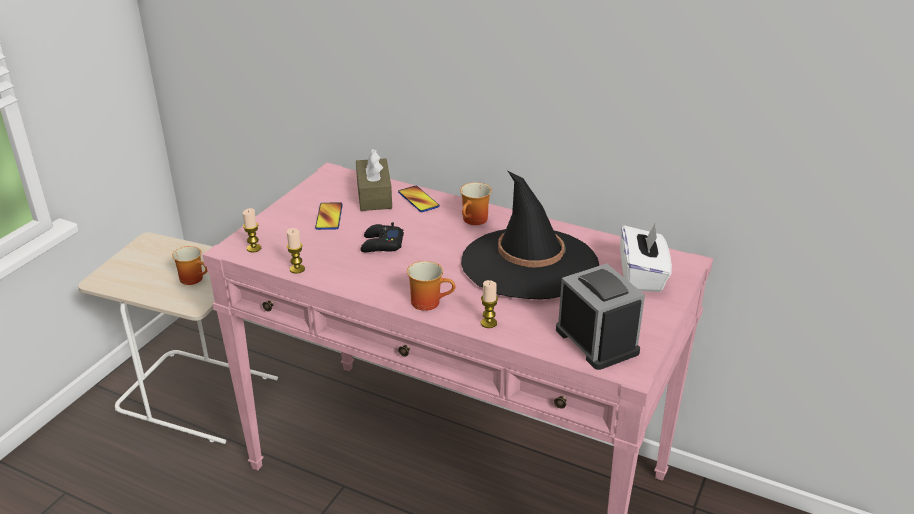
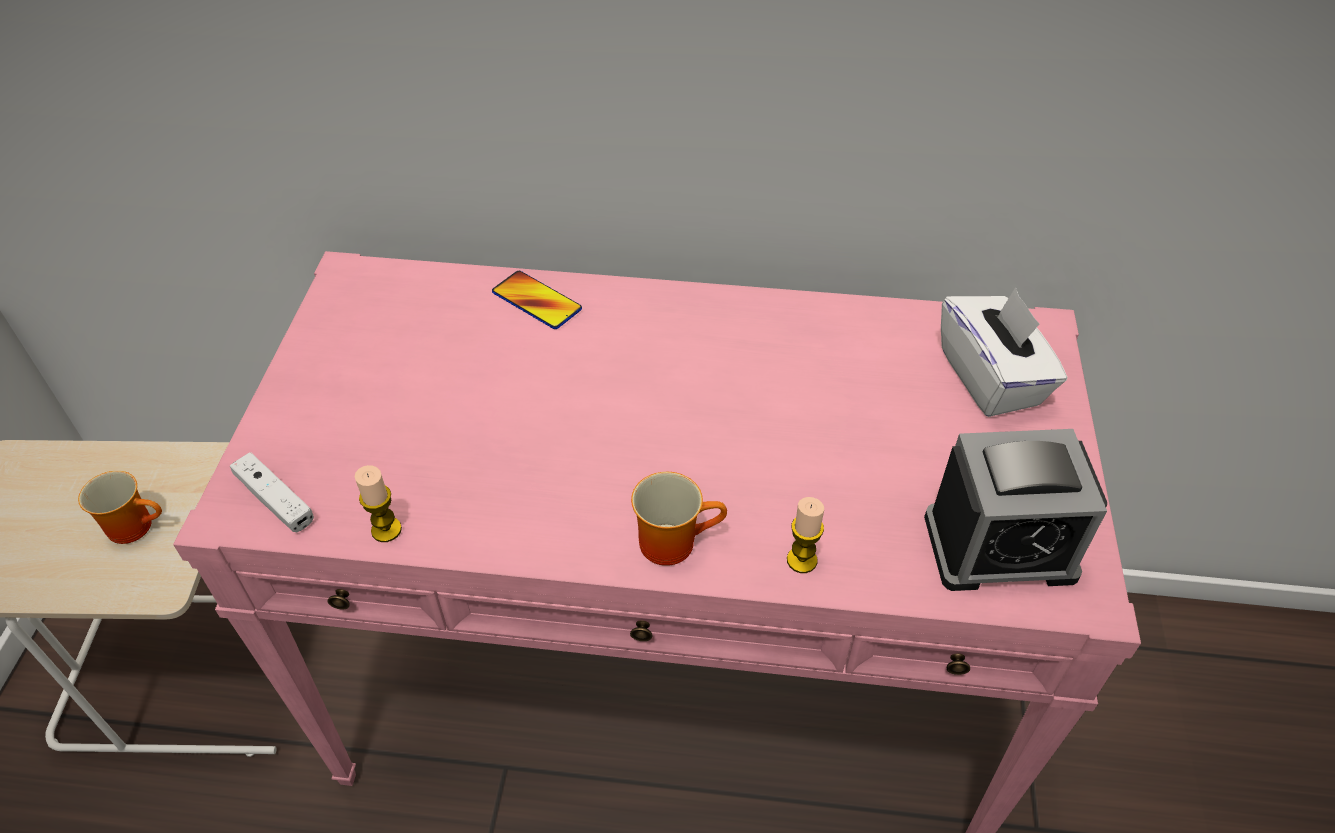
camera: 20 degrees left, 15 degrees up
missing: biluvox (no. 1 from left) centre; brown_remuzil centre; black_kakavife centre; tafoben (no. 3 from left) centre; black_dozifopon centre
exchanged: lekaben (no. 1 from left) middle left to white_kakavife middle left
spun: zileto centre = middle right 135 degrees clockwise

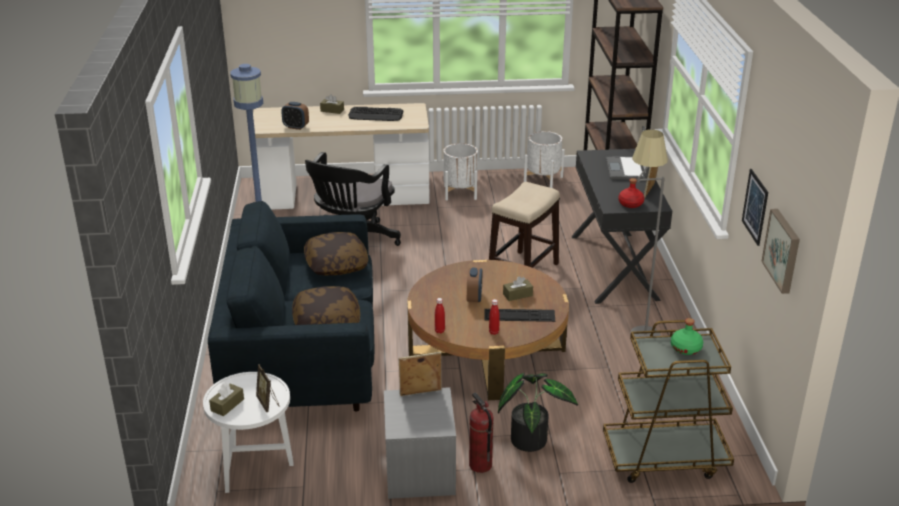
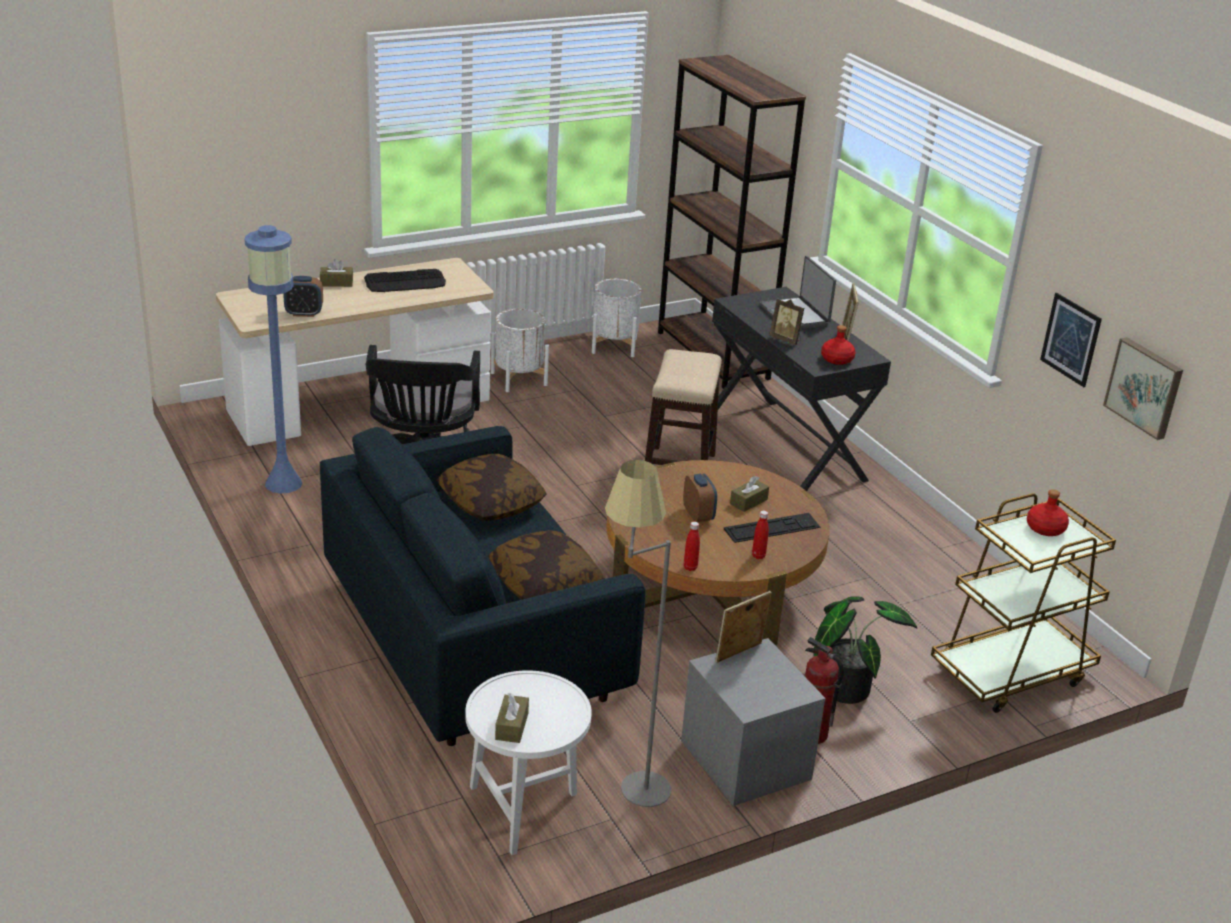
camera: 25 degrees left, 0 degrees up
relocated: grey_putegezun middle right to bottom centre; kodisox (no. 1 from left in the first image) bottom left to kodisox (no. 2 from left) centre
colour: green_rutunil middle right to red_rutunil (no. 4 from left) middle right

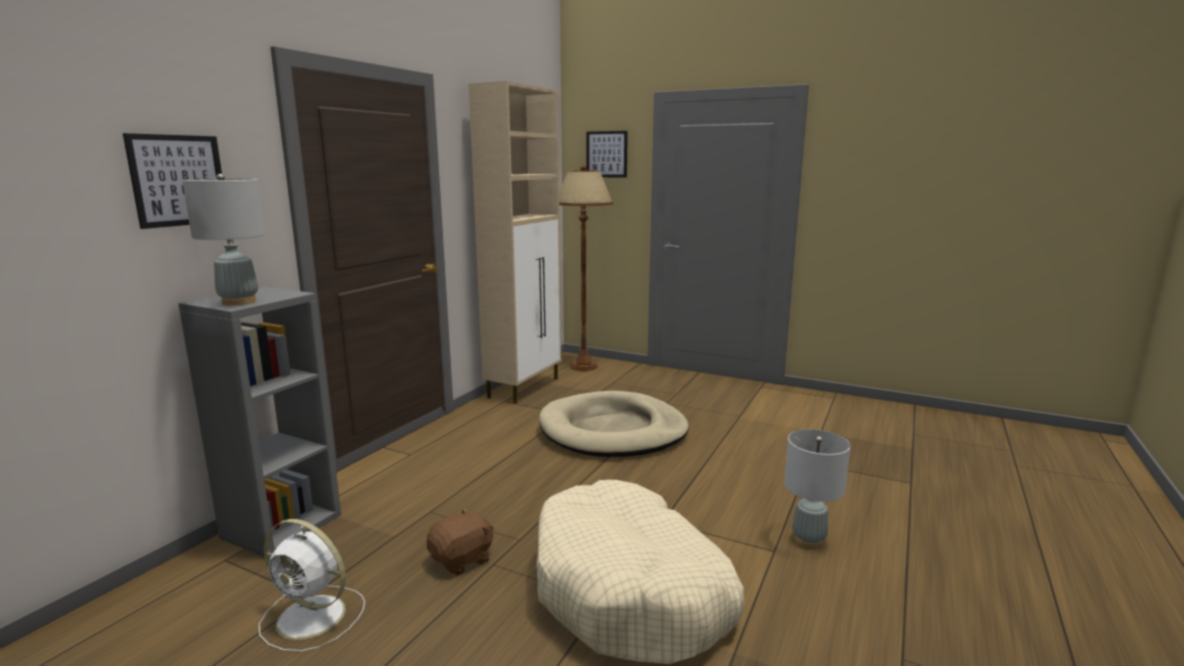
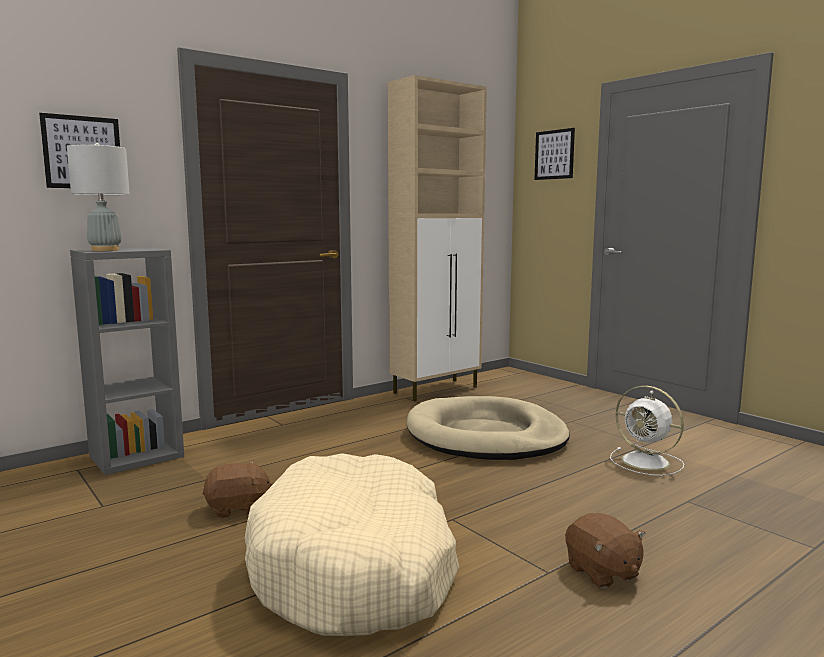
camera: 25 degrees right, 5 degrees down
missing: brown_putegezun centre
relocated: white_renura bottom left to middle right
exchanged: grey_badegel (no. 2 from left) bottom right to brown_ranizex (no. 2 from left) bottom right

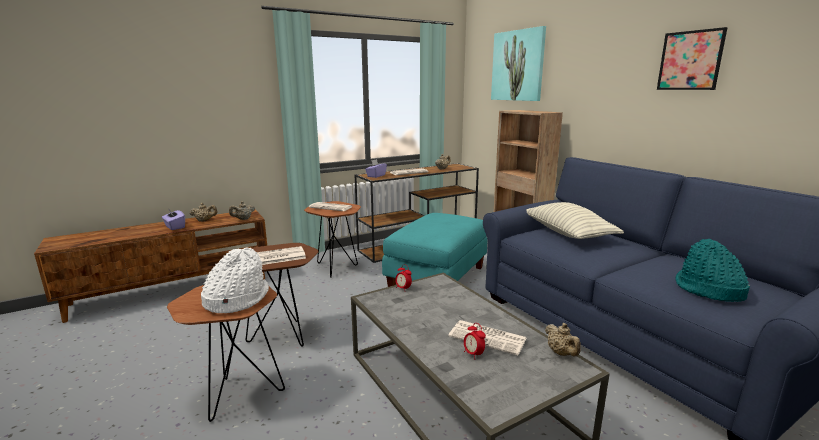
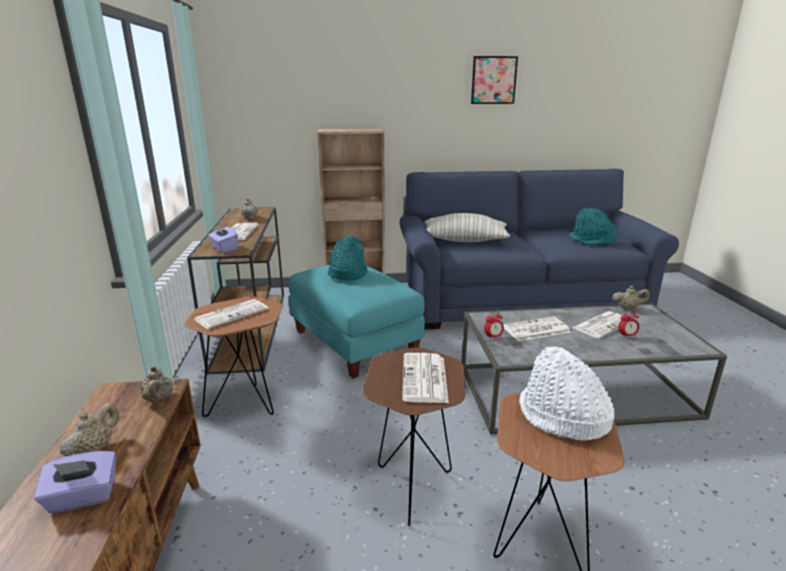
camera: 65 degrees left, 5 degrees up
missing: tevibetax (no. 1 from left) top centre
appeared: turquoise_dozifopon (no. 1 from left) centre; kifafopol (no. 4 from left) middle right

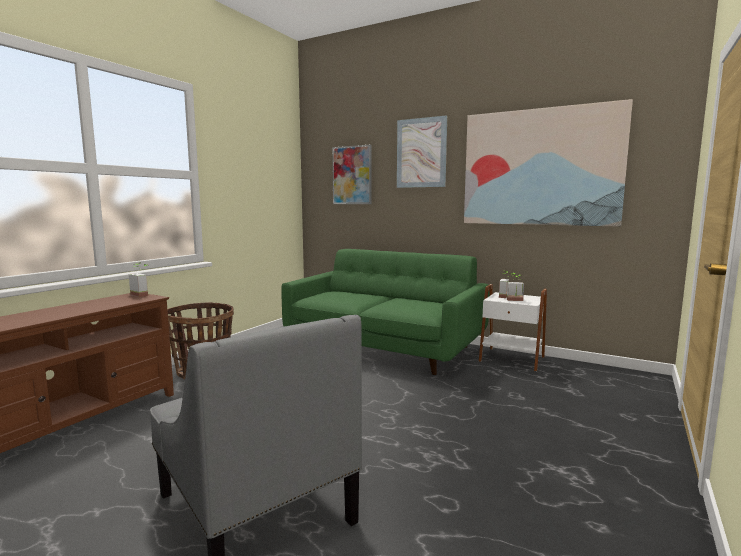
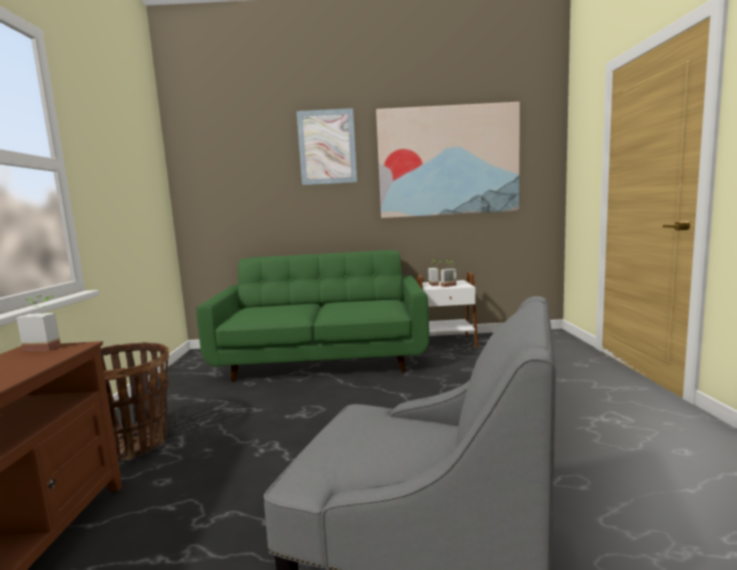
camera: 30 degrees left, 0 degrees up
missing: tevibetax (no. 1 from left) top centre

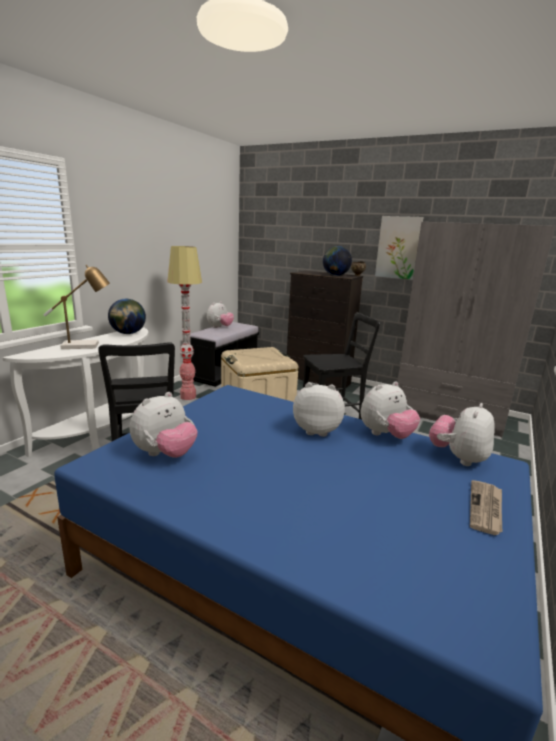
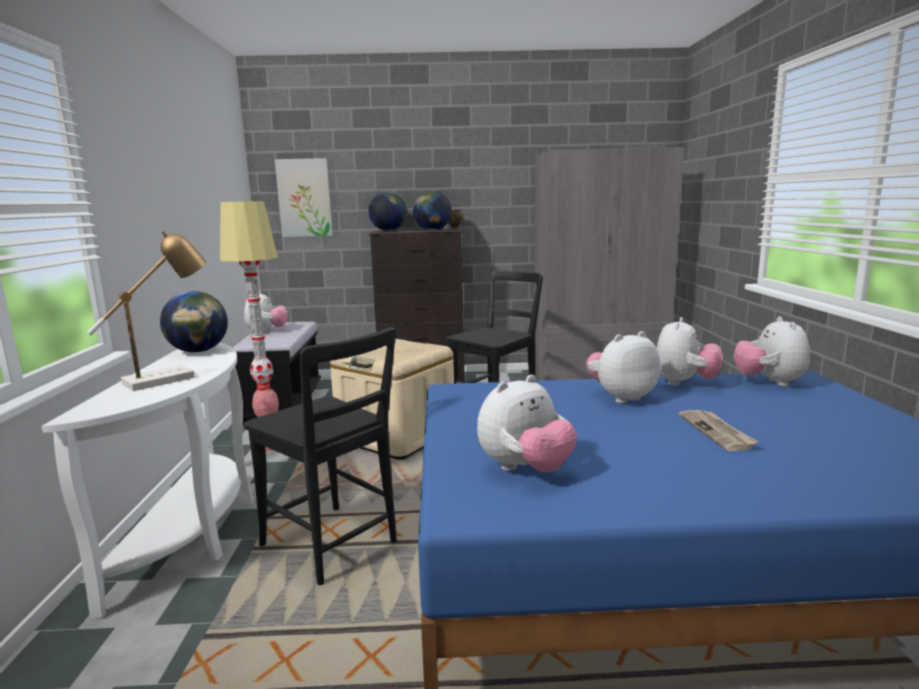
camera: 30 degrees left, 5 degrees down
appeared: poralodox (no. 2 from left) top centre
relocated: tevibetax middle right to top left; kifafopol bottom right to middle right
spun: ranizex (no. 1 from left in the first image) middle left = centre 45 degrees clockwise

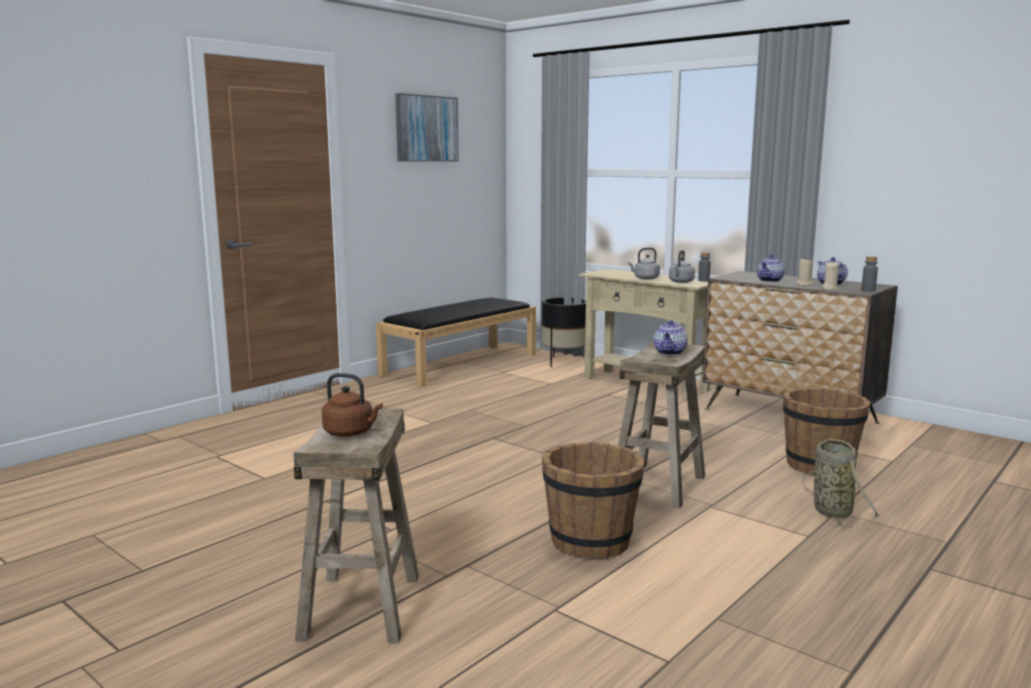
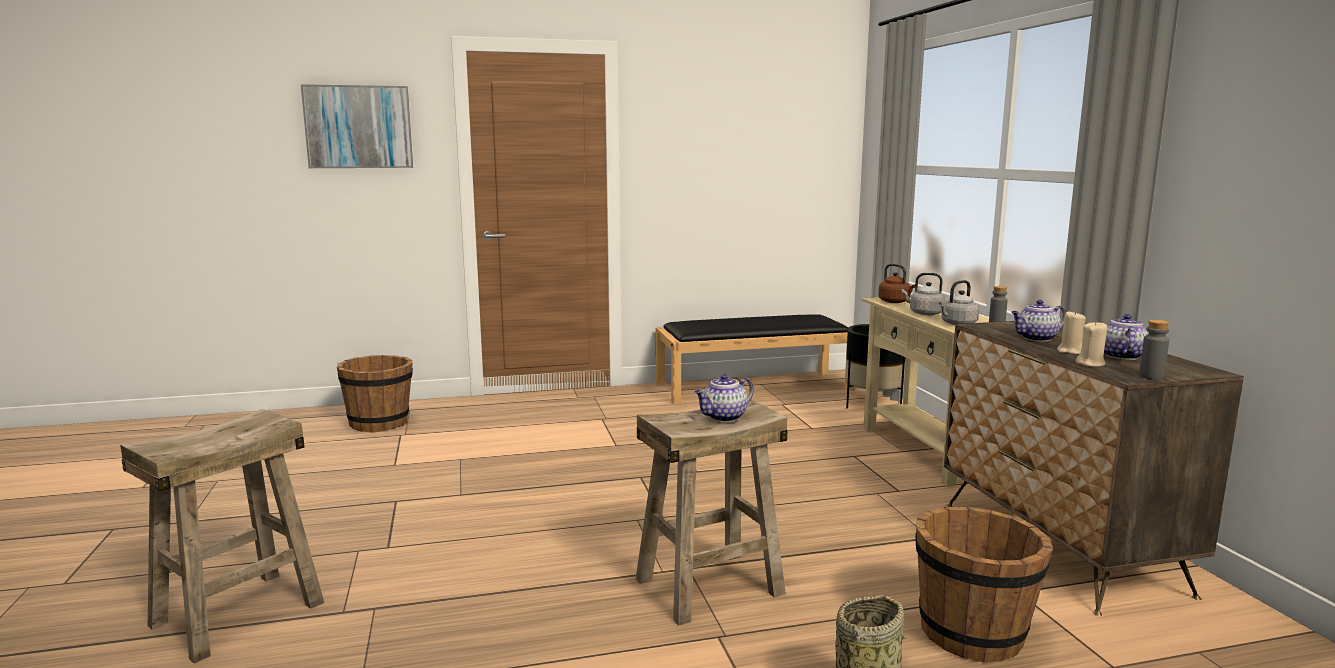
camera: 35 degrees right, 0 degrees up
relocated: tevibetax top centre to top left; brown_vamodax (no. 1 from left) bottom centre to middle left; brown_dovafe centre to middle right

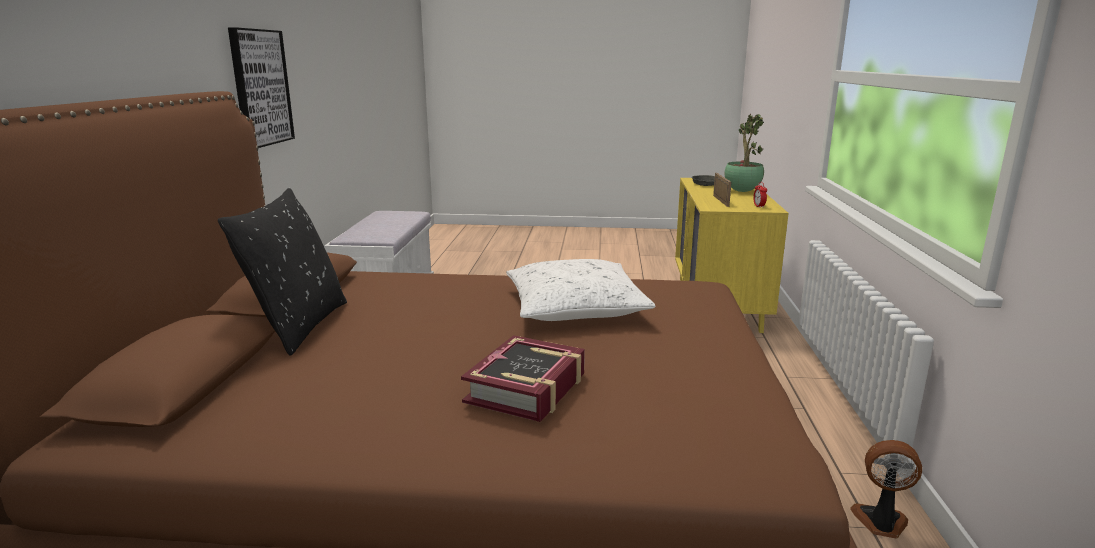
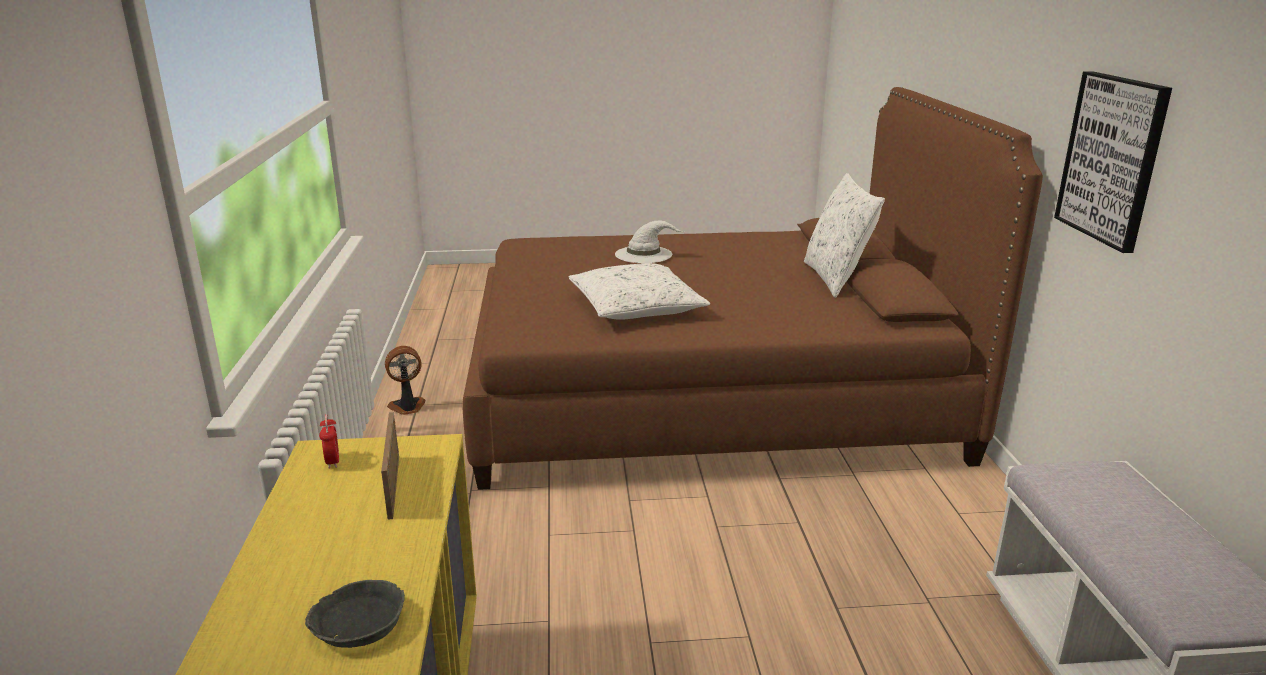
camera: 170 degrees right, 5 degrees up
missing: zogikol top right
exchanged: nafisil bottom centre to white_dozifopon centre
colour: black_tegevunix middle left to white_tegevunix (no. 2 from left) middle right
spun: renura bottom right = middle left 150 degrees clockwise

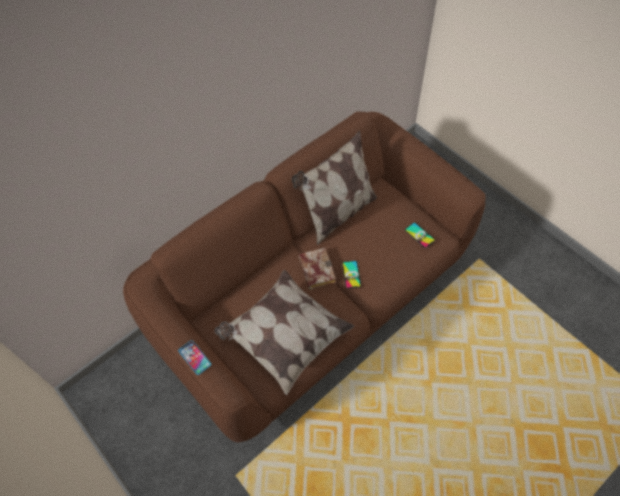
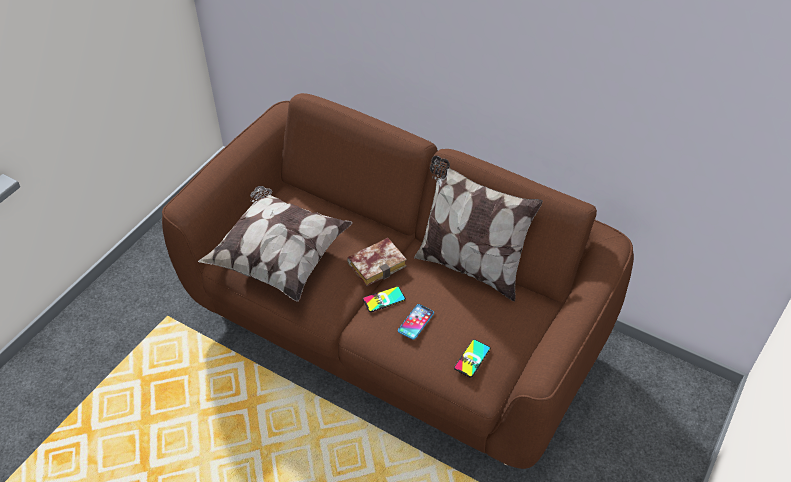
camera: 70 degrees right, 10 degrees down
relocated: biluvox (no. 1 from left in the first image) bottom left to biluvox (no. 2 from left) bottom centre

